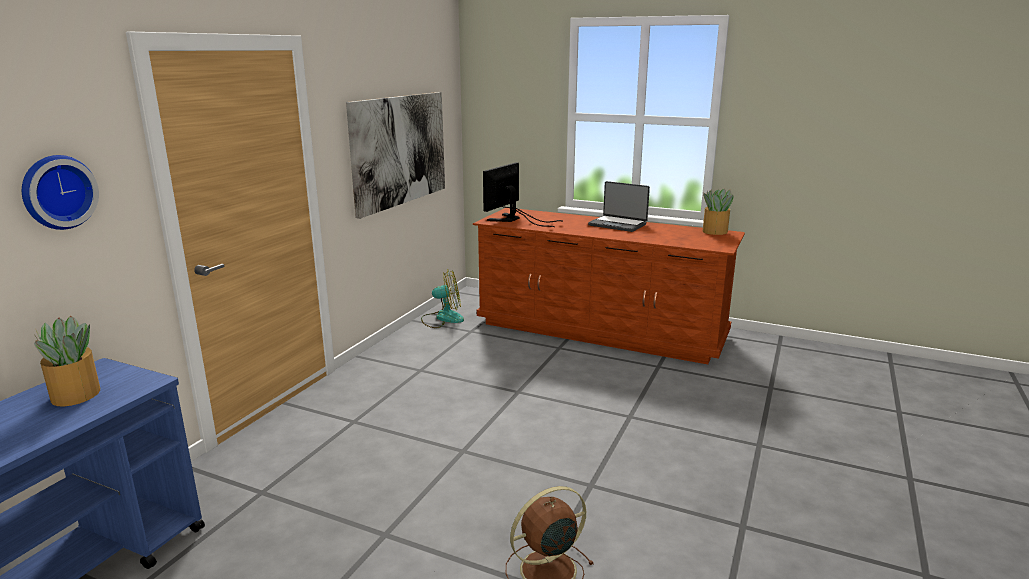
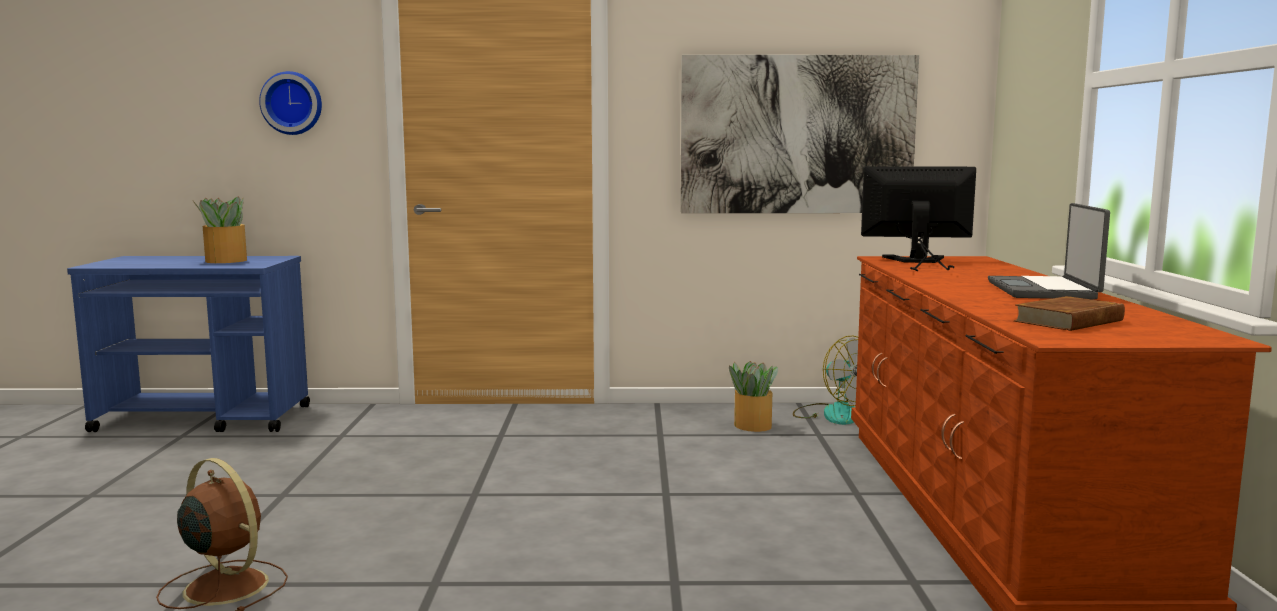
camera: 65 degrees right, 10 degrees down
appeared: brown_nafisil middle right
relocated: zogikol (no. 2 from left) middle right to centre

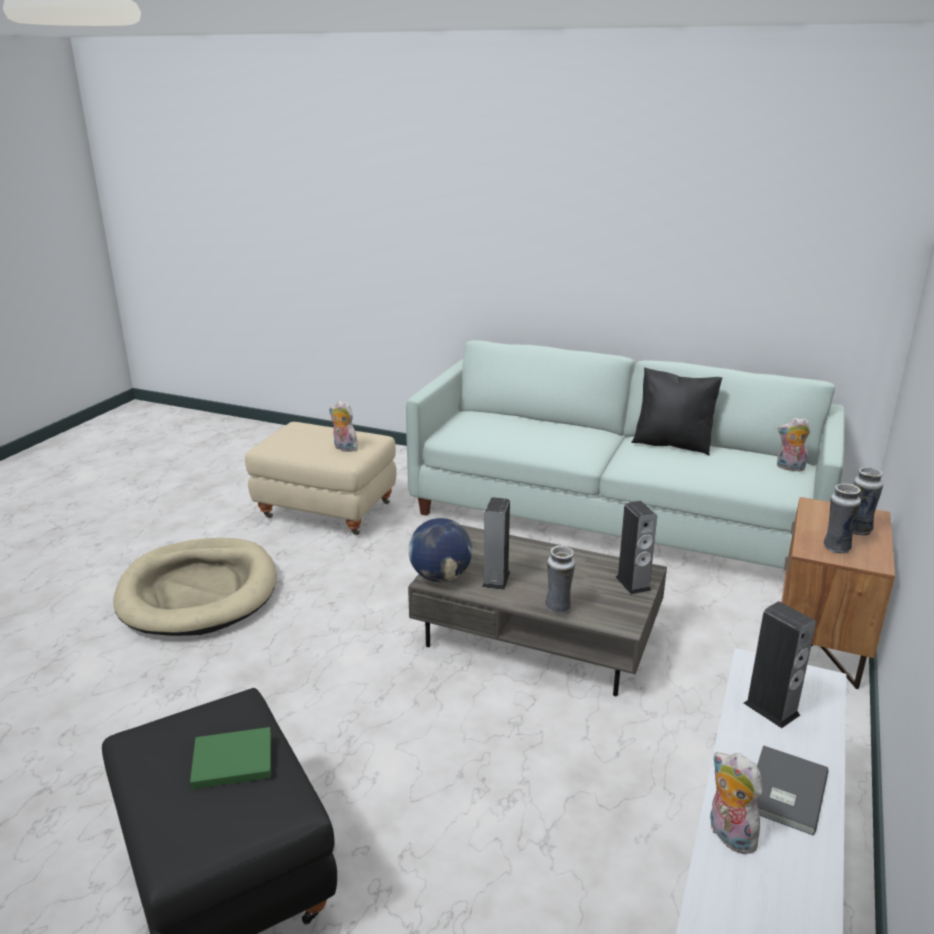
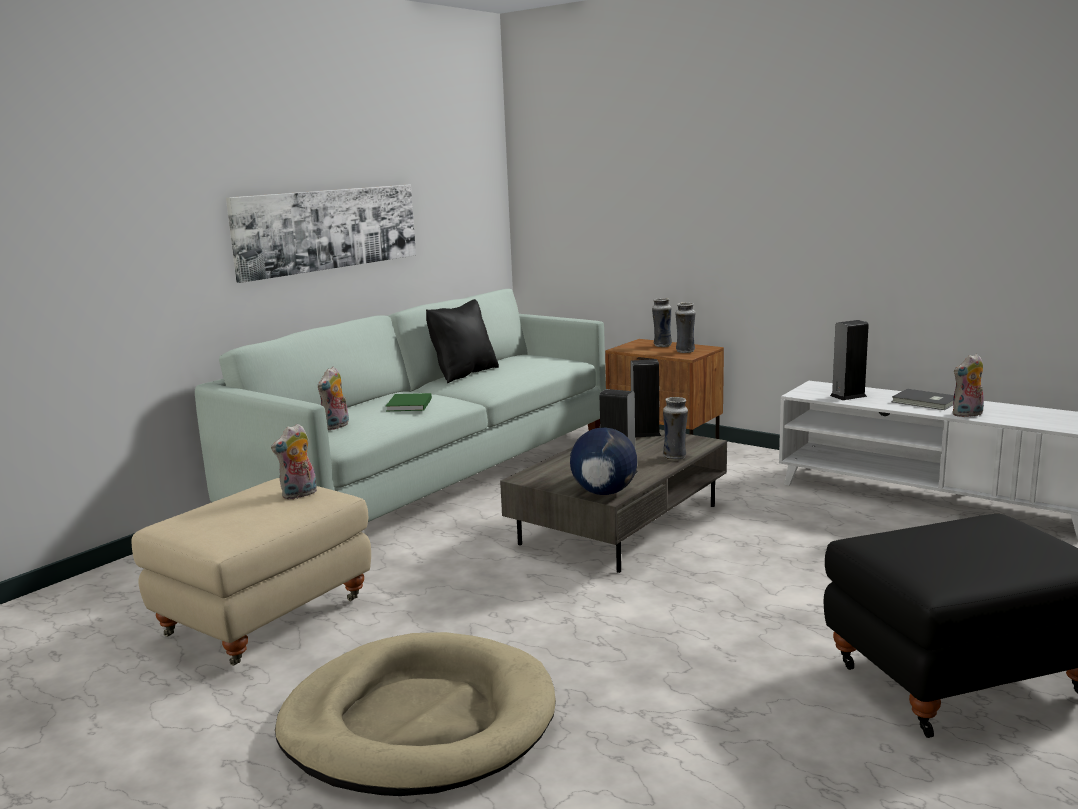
camera: 75 degrees left, 10 degrees down
appeared: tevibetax top left
relocated: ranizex (no. 3 from left in the first image) middle right to ranizex (no. 2 from left) middle left; green_nafisil bottom left to centre

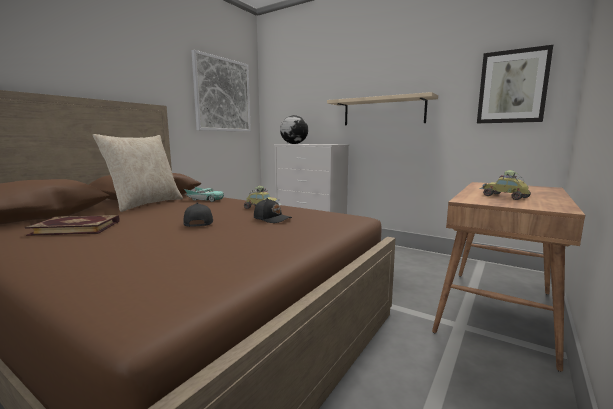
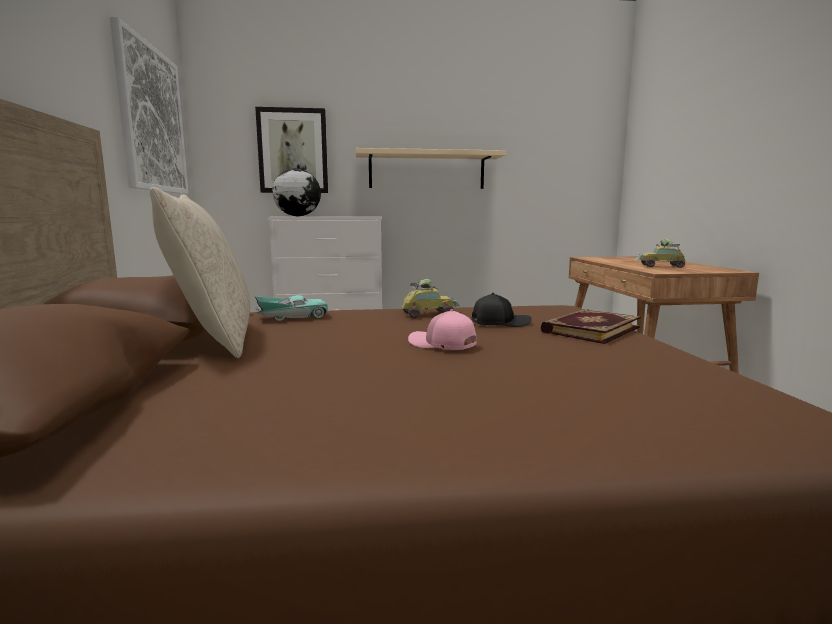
camera: 40 degrees left, 0 degrees up
relocated: tevibetax (no. 2 from left) top right to top centre; nafisil middle left to middle right
colour: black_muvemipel (no. 1 from left) middle left to pink_muvemipel centre

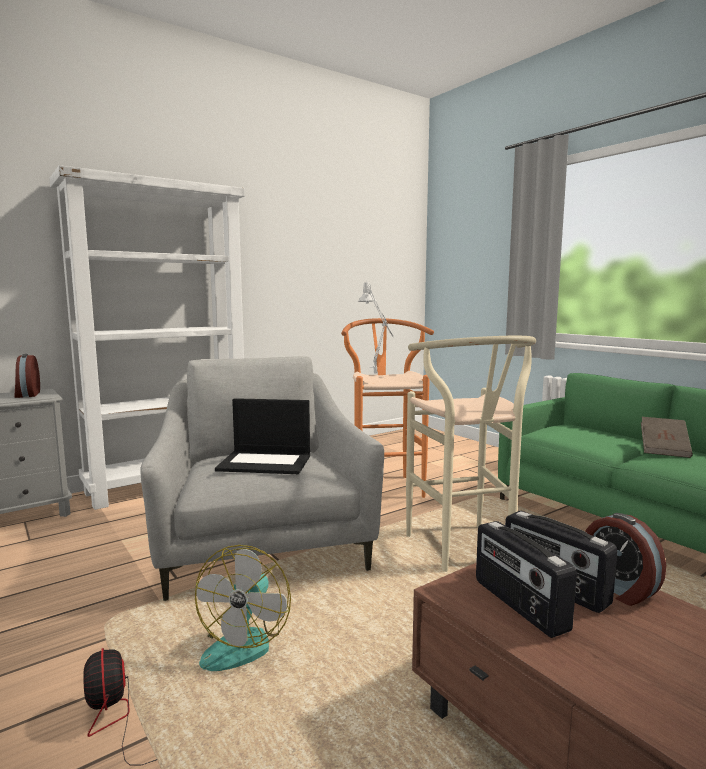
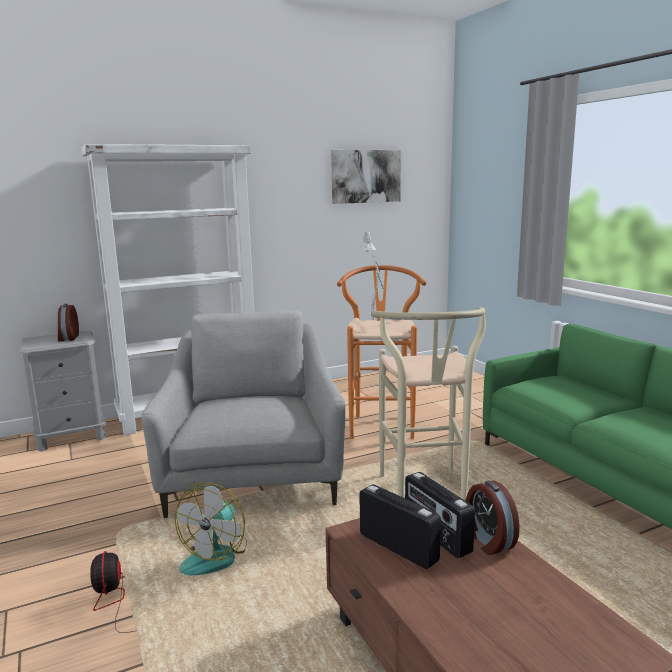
camera: 10 degrees right, 5 degrees up
missing: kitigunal centre; brown_nafisil middle right
appeared: tevibetax top centre
spun: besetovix (no. 1 from left) bottom right = bottom centre 150 degrees clockwise

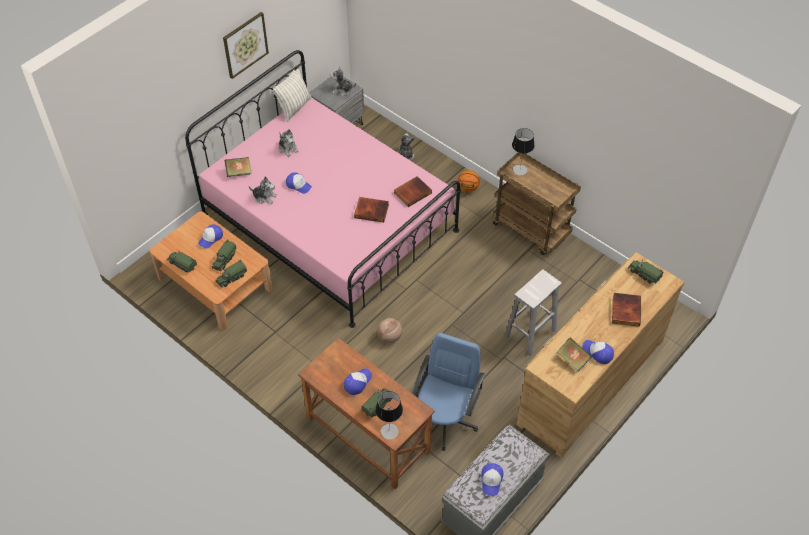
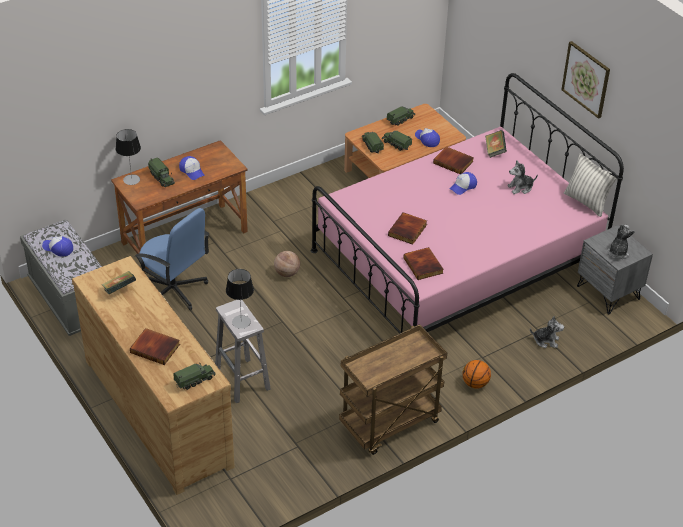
camera: 105 degrees right, 10 degrees down
missing: muvemipel (no. 5 from left) middle right
relocated: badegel (no. 2 from left) top centre to centre
exchanged: ranizex (no. 1 from left) middle left to nafisil (no. 5 from left) top centre

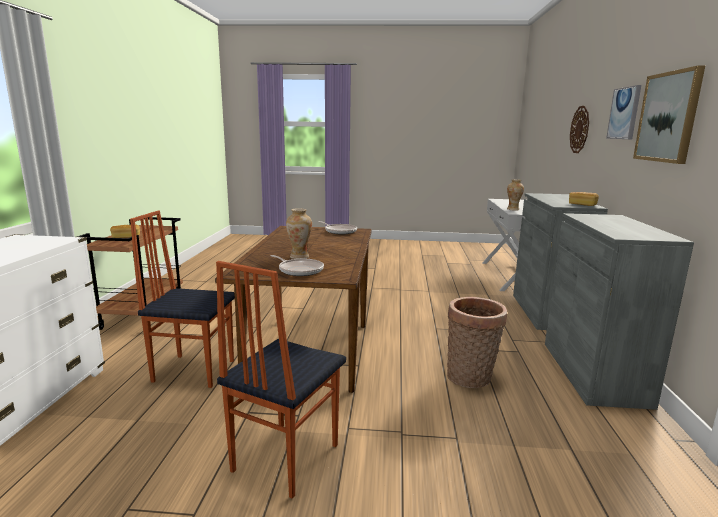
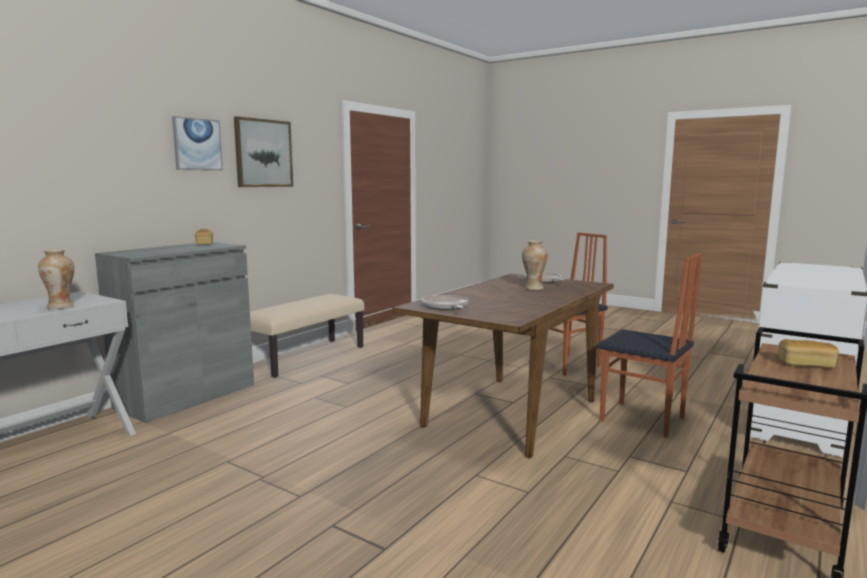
camera: 150 degrees left, 5 degrees down
missing: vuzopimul centre; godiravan top right
exchanged: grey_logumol (no. 2 from left) middle right to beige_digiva centre

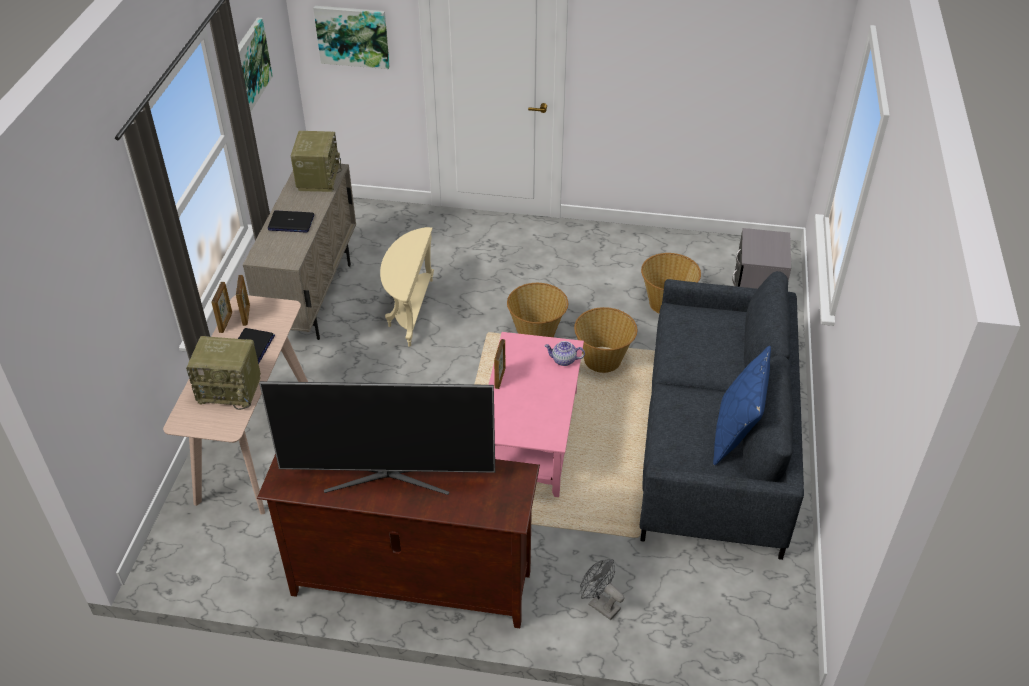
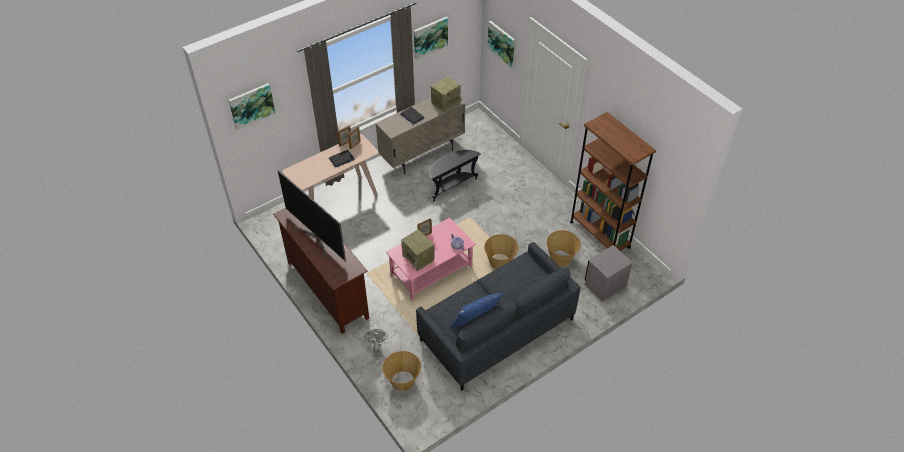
camera: 45 degrees right, 5 degrees up
appeared: tevibetax (no. 1 from left) top left; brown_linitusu middle right
relocated: vuzopimul (no. 1 from left) centre to bottom centre; besetovix (no. 1 from left) middle left to centre
colour: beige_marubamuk centre to black_marubamuk centre

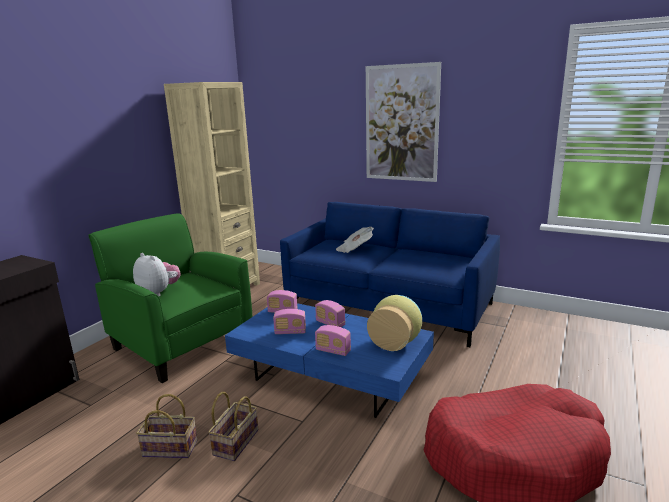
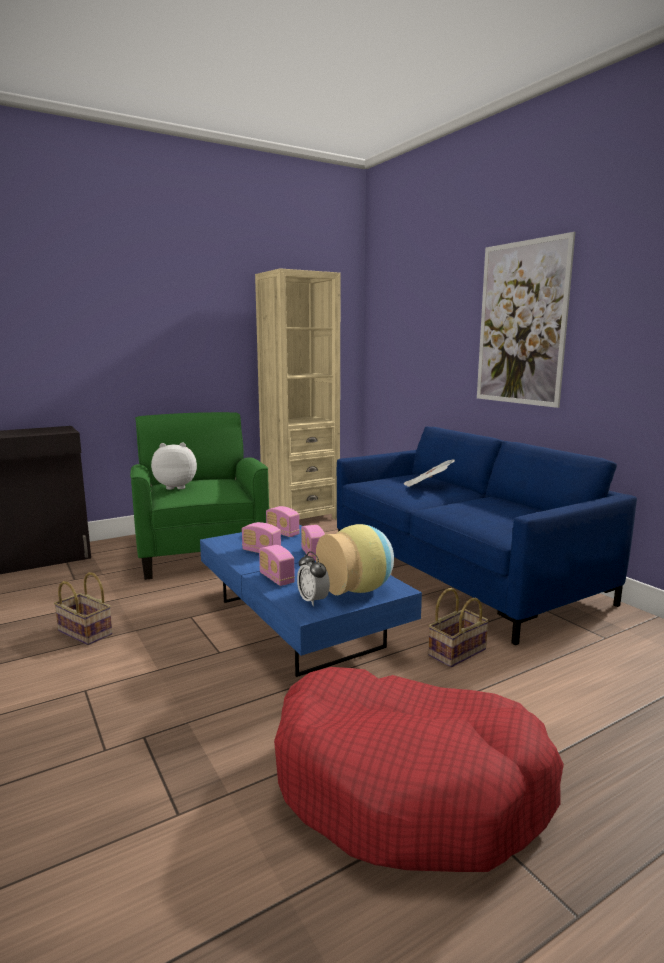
camera: 30 degrees right, 5 degrees down
appeared: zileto centre
relocated: vuzopimul (no. 2 from left) bottom centre to middle right
spun: ranizex middle left = middle left 75 degrees counterclockwise

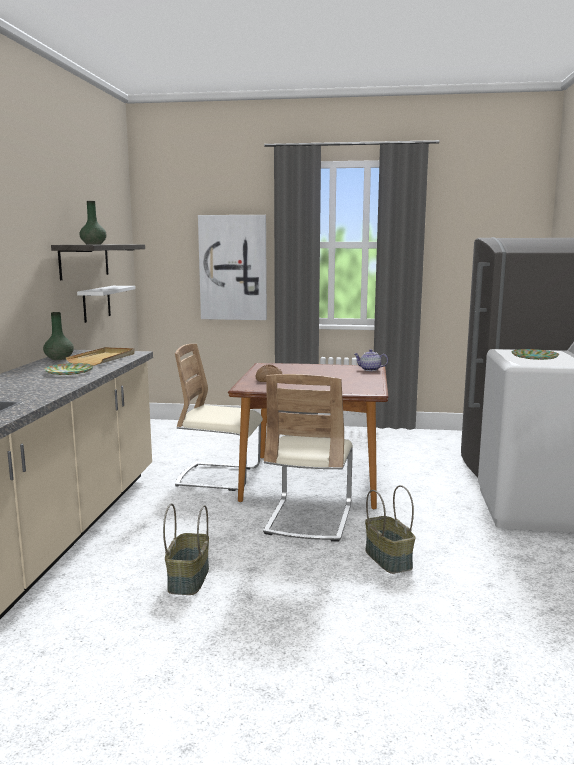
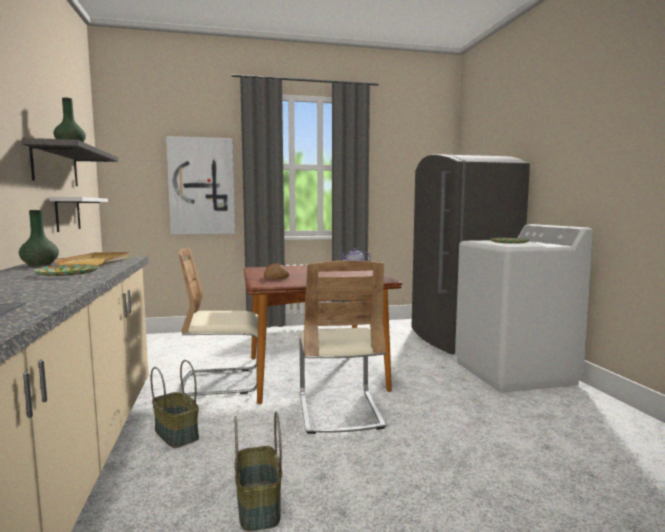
camera: 20 degrees left, 5 degrees down
relocated: vuzopimul (no. 2 from left in the first image) bottom right to vuzopimul (no. 1 from left) bottom left

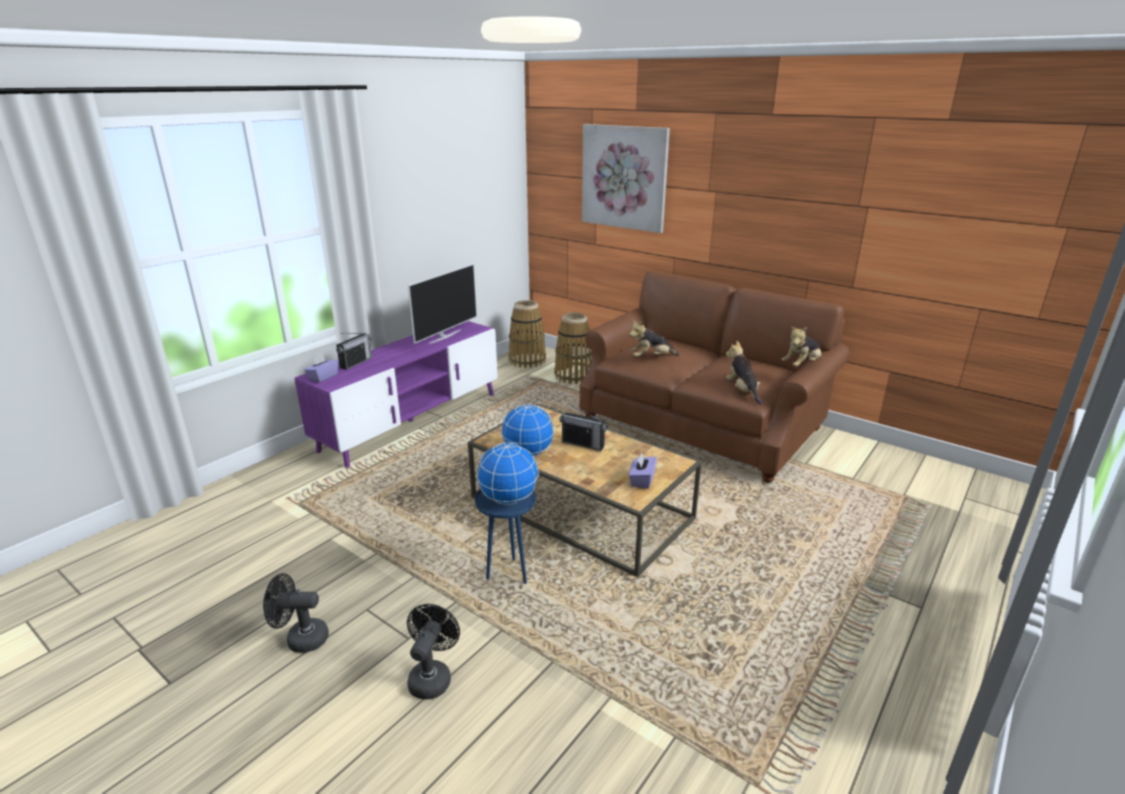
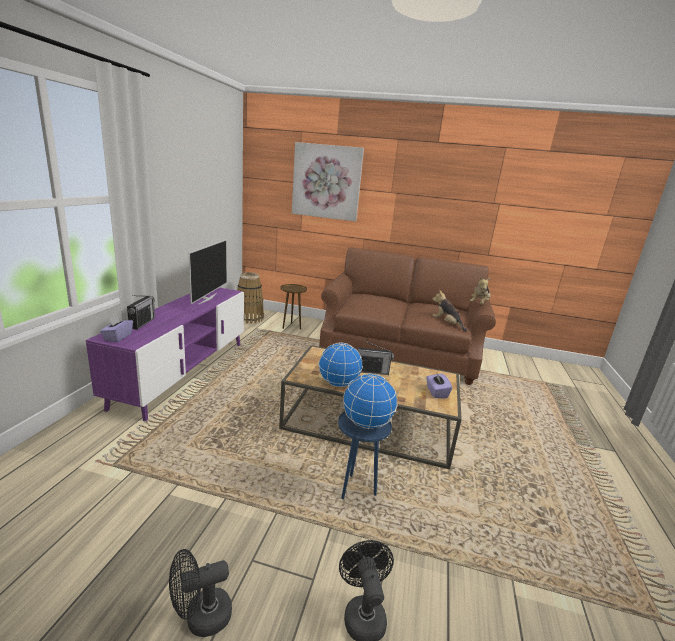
camera: 25 degrees left, 5 degrees down
missing: ranizex (no. 1 from left) centre
exchanged: vuzopimul (no. 2 from left) centre to brown_marubamuk centre

